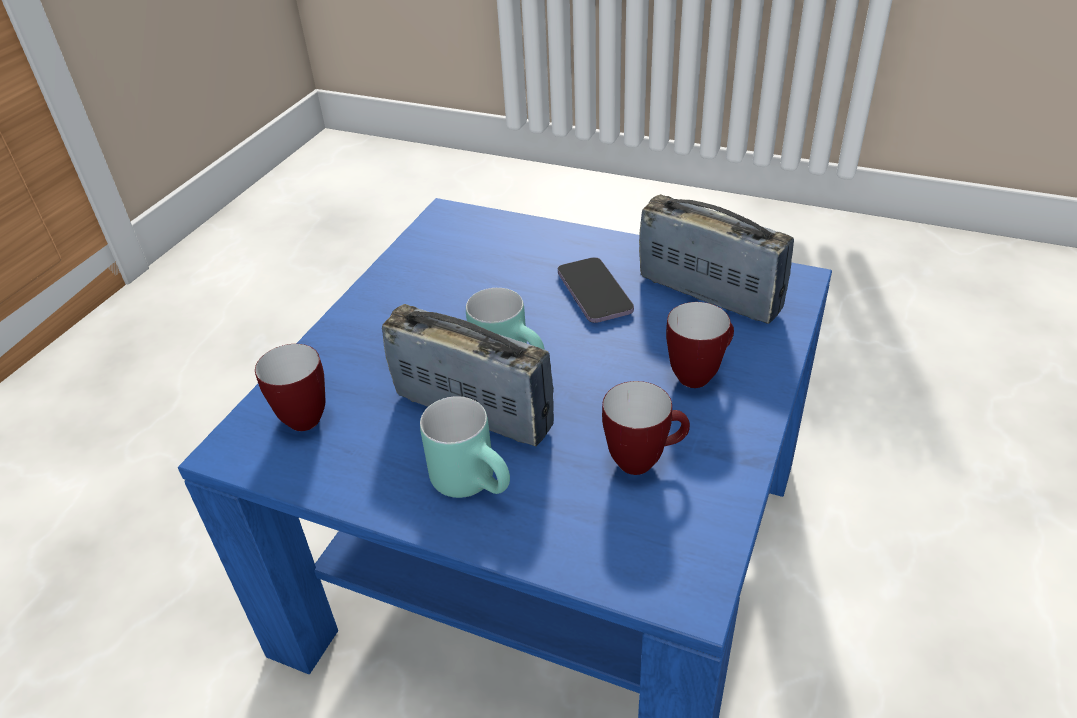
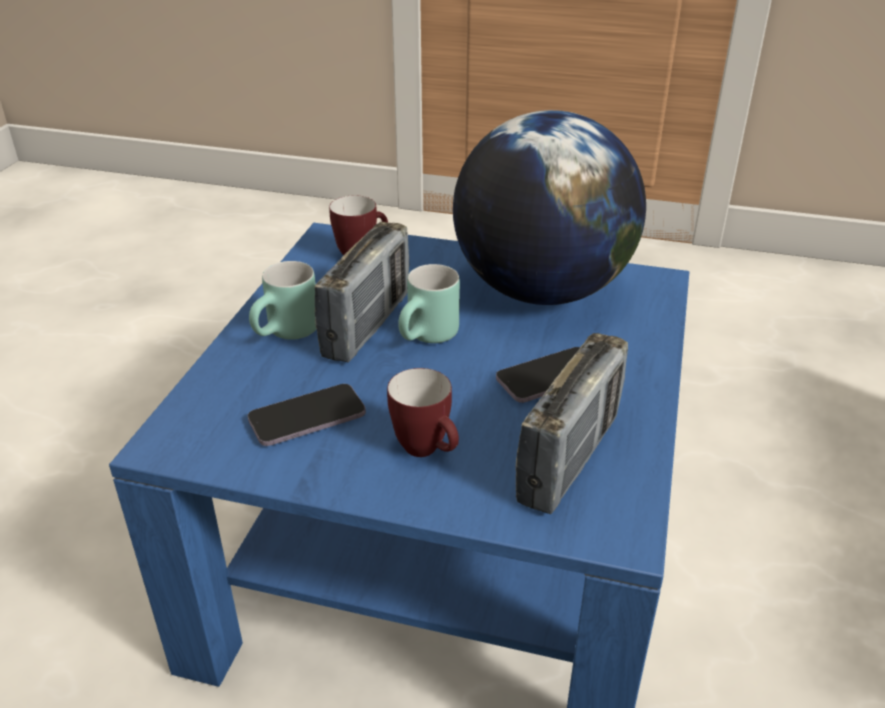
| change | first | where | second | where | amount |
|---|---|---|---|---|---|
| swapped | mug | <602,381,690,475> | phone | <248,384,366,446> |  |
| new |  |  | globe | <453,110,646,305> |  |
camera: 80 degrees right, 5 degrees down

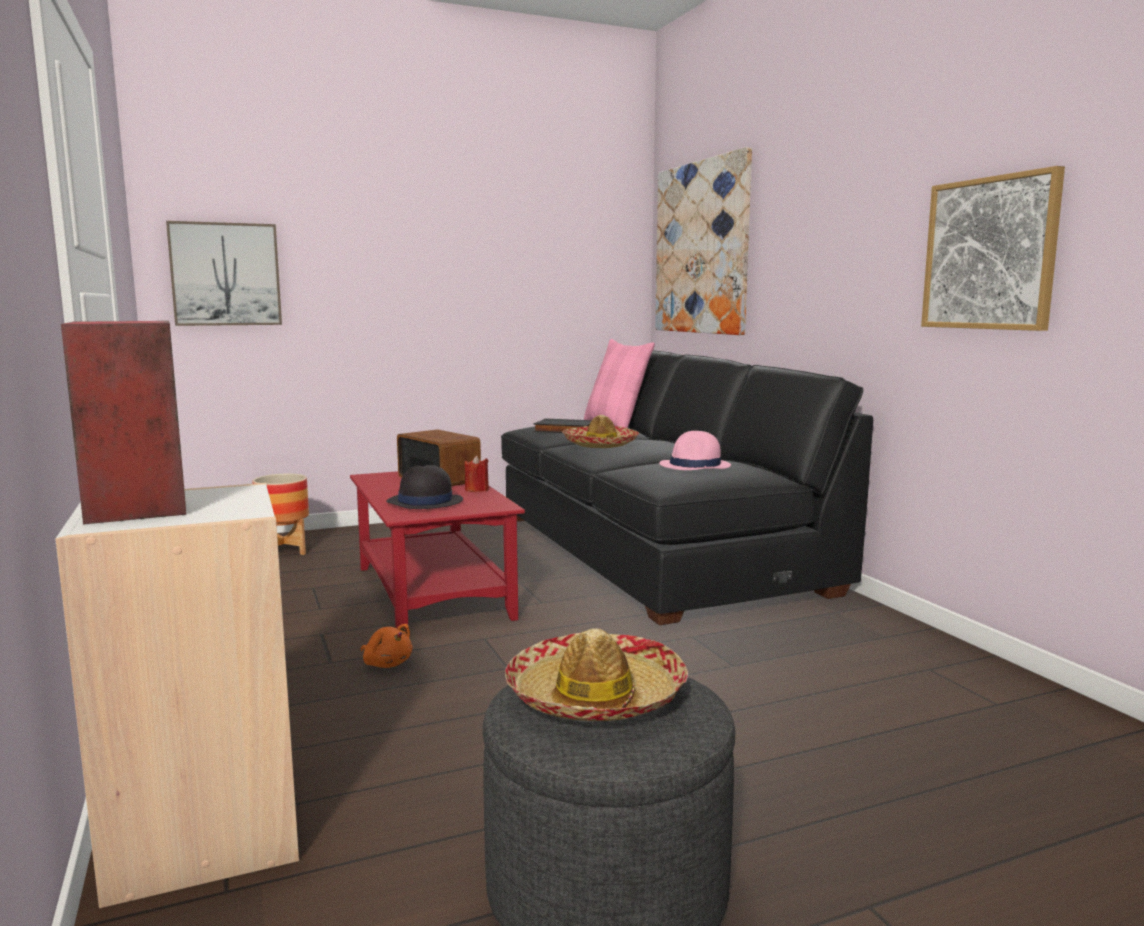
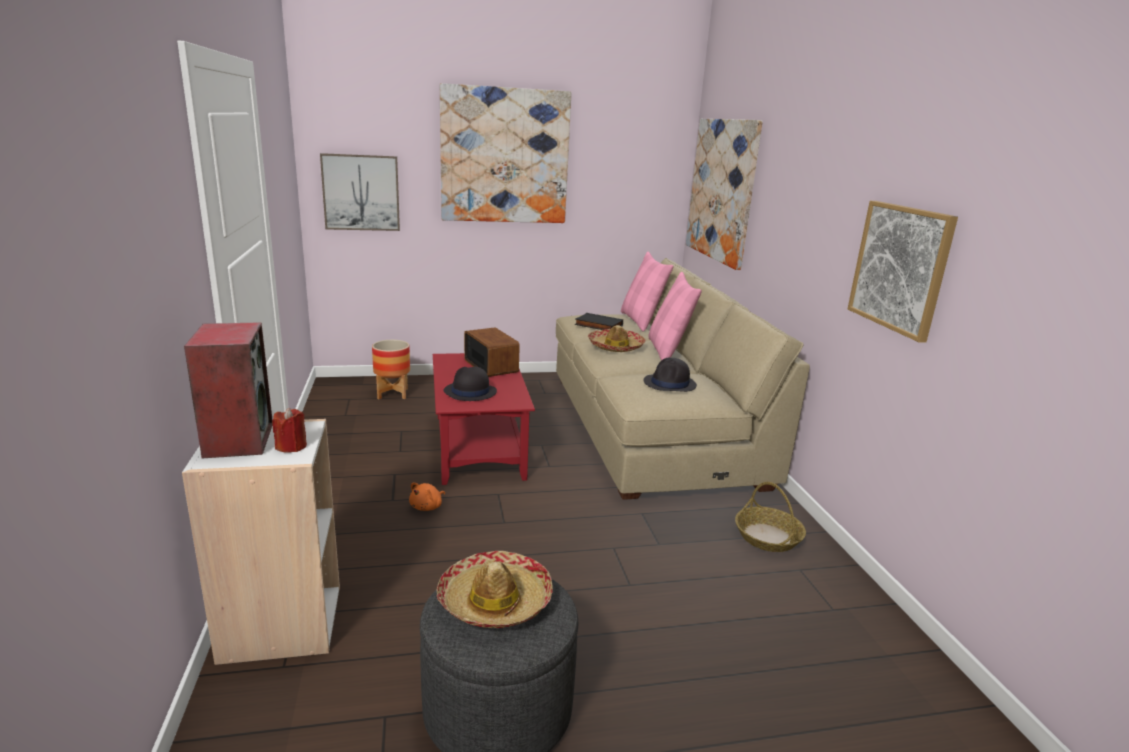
| change | first | where | second | where | amount |
|---|---|---|---|---|---|
| repainted | sofa/black | <501,351,873,625> | sofa/beige | <556,258,810,500> |  |
| repainted | hat/pink | <659,431,731,470> | hat/black | <643,357,697,392> |  |
| shifted | candle/red | <465,456,489,492> |  | <272,408,307,453> |  |
| rotated | plush toy/orange | <360,624,413,668> |  | <409,482,445,511> | 75 degrees clockwise |
| new |  |  | picture | <440,83,571,223> |  |
| new |  |  | pillow/pink | <648,272,702,360> |  |
| new |  |  | basket | <735,482,806,552> |  |
camera: 10 degrees right, 10 degrees up

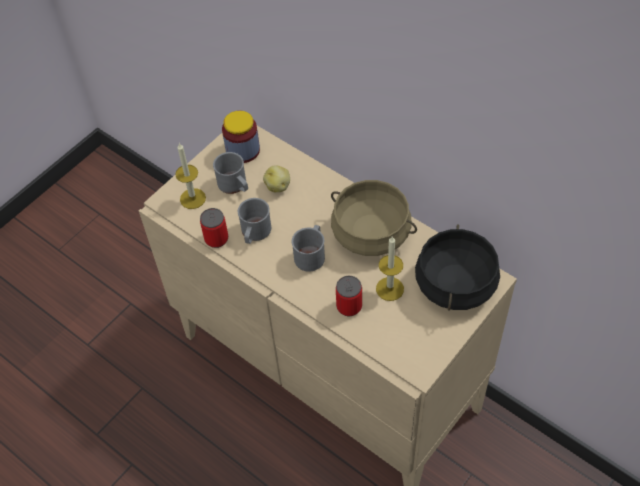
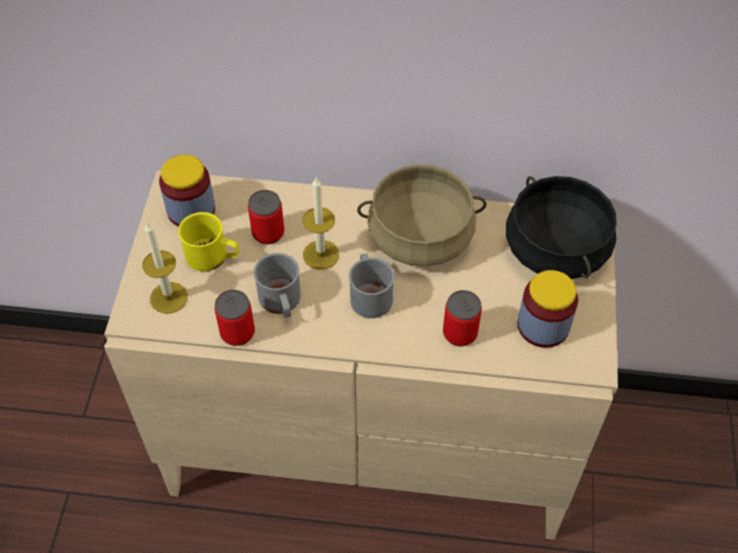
| change | first | where | second | where | amount |
|---|---|---|---|---|---|
| repainted | mug/grey | <213,152,248,194> | mug/yellow | <178,212,239,272> |  |
| swapped | potato | <263,166,290,192> | can | <248,190,284,244> |  |
| shifted | candle | <376,236,404,301> |  | <303,178,339,270> |  |
| new |  |  | jar | <518,270,578,348> |  |
camera: 35 degrees left, 0 degrees up

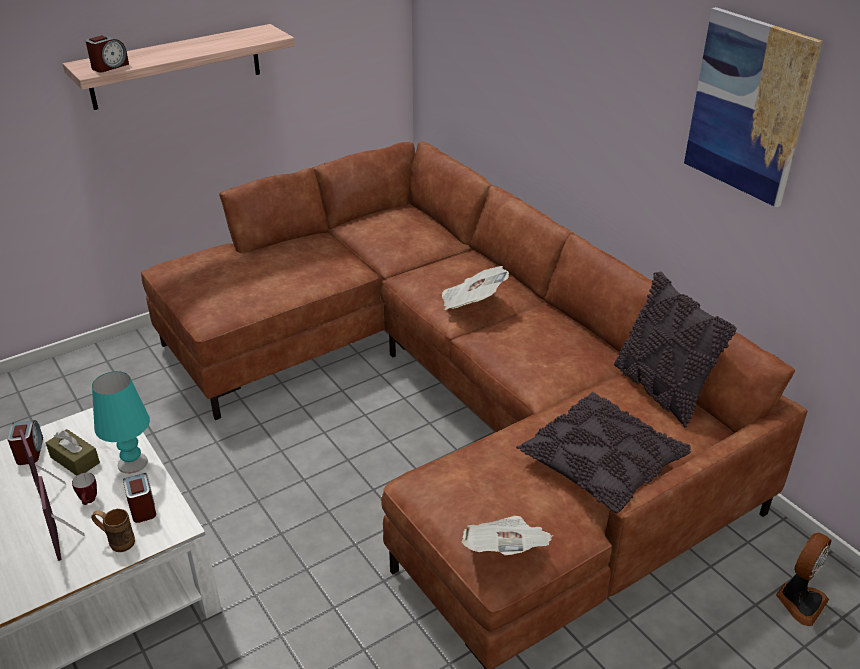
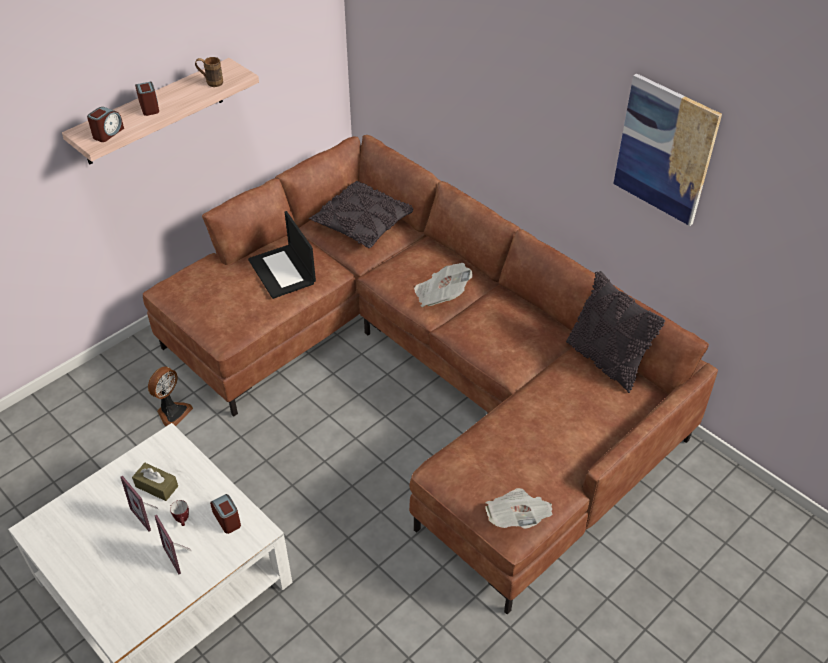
| change | first | where | second | where | amount |
|---|---|---|---|---|---|
| gone | table lamp/turquoise | <92,371,150,474> |  |  |  |
| shifted | pillow/black | <516,392,691,513> |  | <309,181,413,248> |  |
| shifted | alarm clock | <7,420,43,465> |  | <135,82,159,116> |  |
| shifted | mug/brown | <91,509,135,552> |  | <195,57,223,87> |  |
| shifted | fan | <776,533,831,626> |  | <148,366,193,426> |  |
| new |  |  | laptop | <248,211,316,299> |  |
camera: 10 degrees left, 10 degrees up

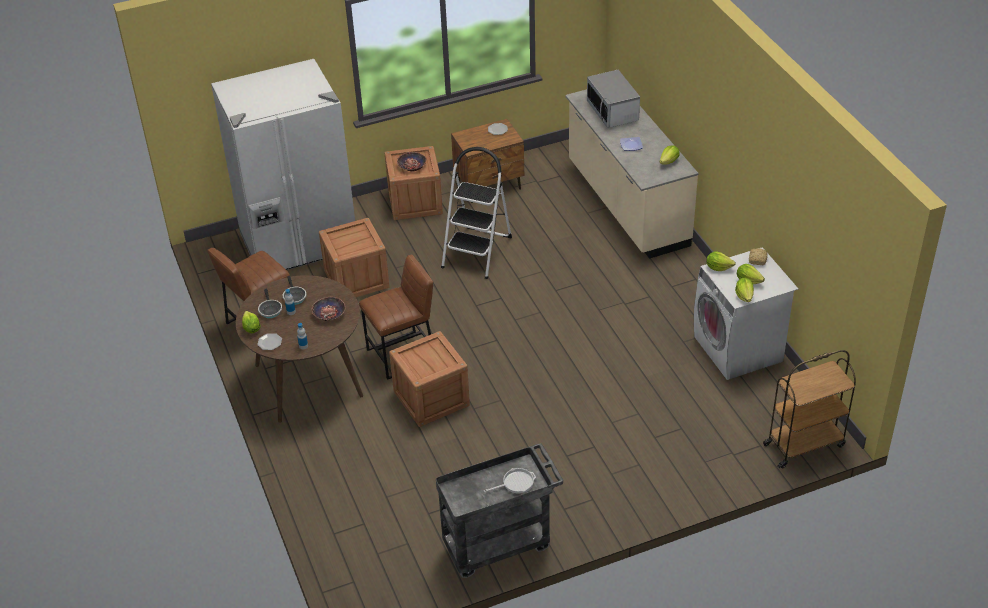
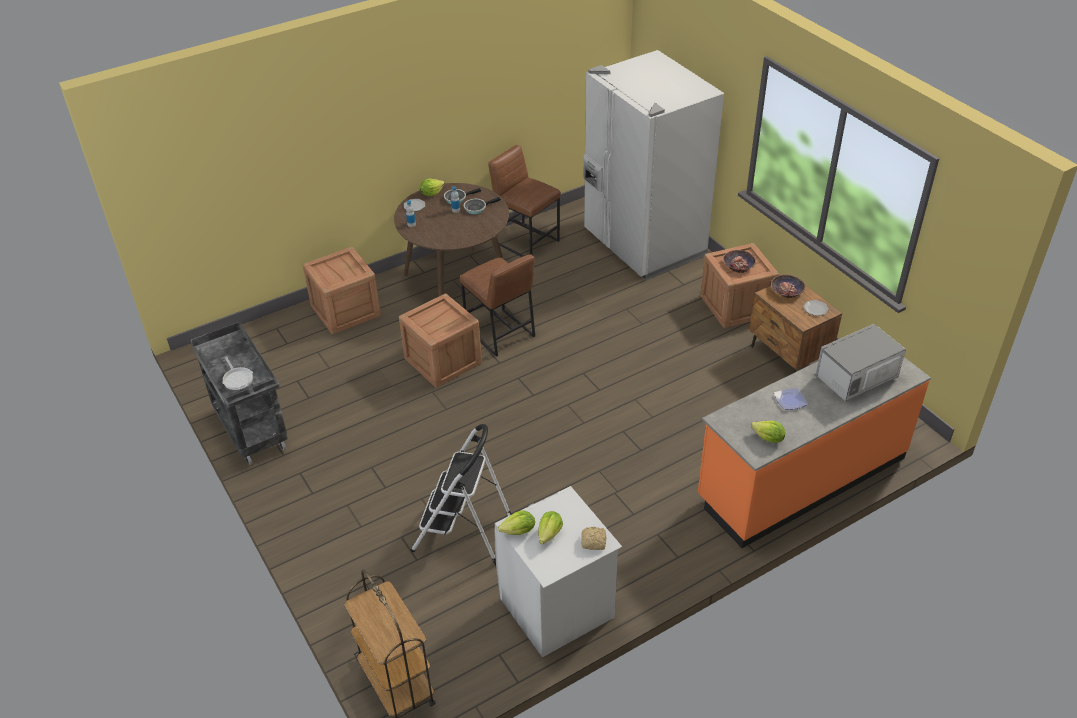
| change | first | where | second | where | amount |
|---|---|---|---|---|---|
| repainted | counter/beige | <565,89,699,259> | counter/orange | <698,357,931,548> |  |
| shifted | step ladder | <441,147,512,279> |  | <411,424,512,565> |  |
| shifted | crate | <319,218,390,297> |  | <303,247,381,335> |  |
| gone | lettuce | <706,251,736,271> |  |  |  |
| shifted | bowl | <311,297,346,321> |  | <771,274,806,298> |  |
camera: 80 degrees right, 0 degrees up

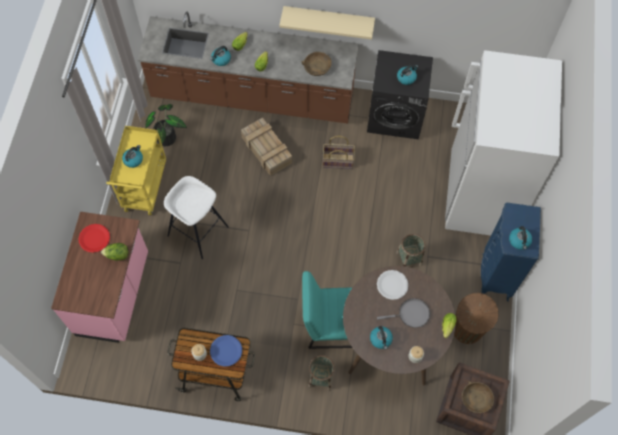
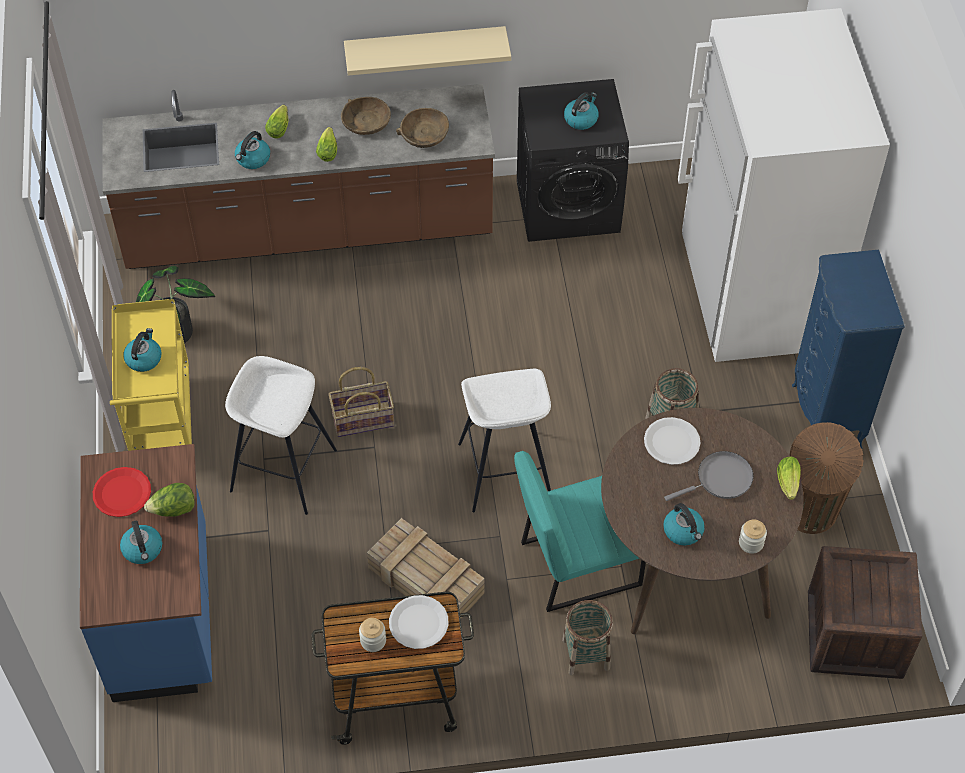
| change | first | where | second | where | amount |
|---|---|---|---|---|---|
| shifted | crate | <241,118,292,176> |  | <367,518,485,619> |  |
| shifted | basket | <322,136,355,169> |  | <329,367,394,437> |  |
| repainted | counter/pink | <51,212,148,343> | counter/blue | <80,444,212,702> |  |
| shifted | kettle | <509,226,532,250> |  | <120,520,162,564> |  |
| repainted | plate/blue | <210,335,242,366> | plate/white | <389,595,448,649> |  |
| shifted | bowl/brown | <462,381,494,413> |  | <341,97,391,135> |  |
| new |  |  | stool/white | <458,369,551,513> |  |
camera: 15 degrees left, 10 degrees down

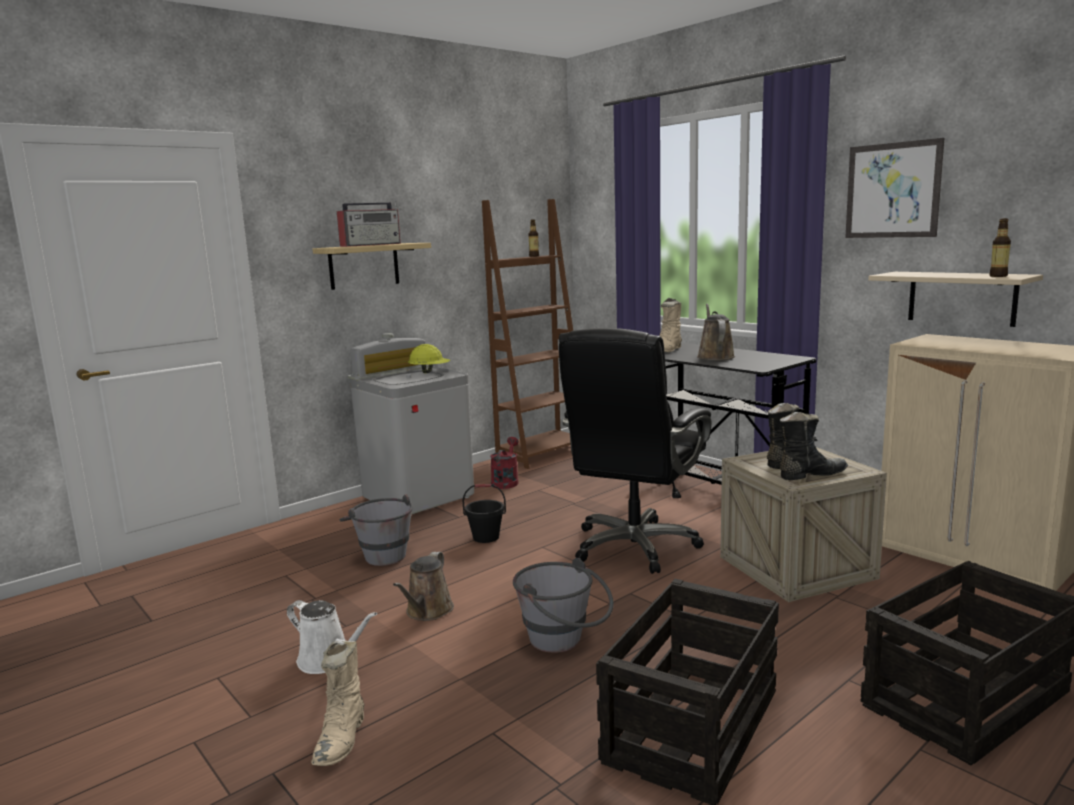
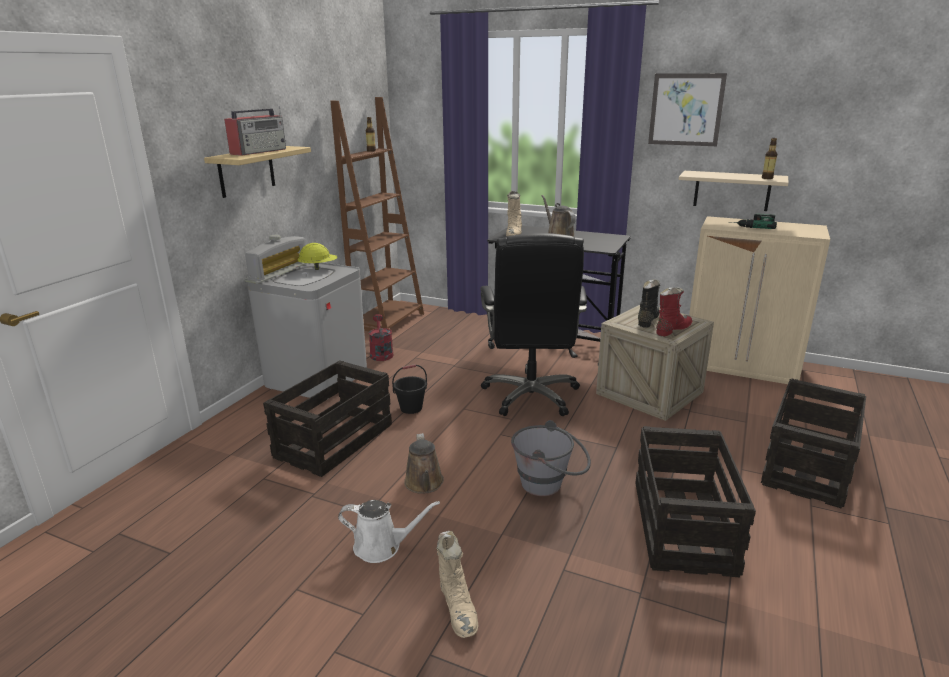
| change | first | where | second | where | amount |
|---|---|---|---|---|---|
| repainted | boot/black | <780,412,848,480> | boot/red | <656,287,692,336> |  |
| swapped | bucket/grey | <339,494,413,566> | crate | <263,360,392,477> |  |
| new |  |  | power drill | <729,213,777,229> |  |
camera: 25 degrees left, 10 degrees up

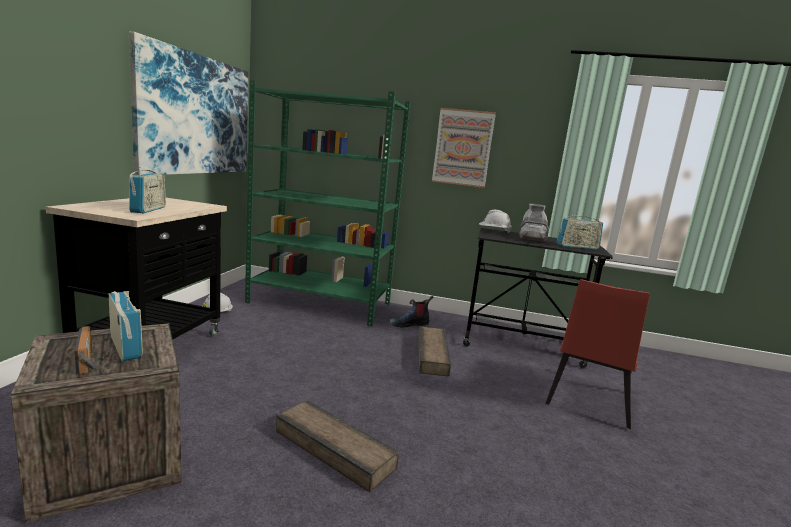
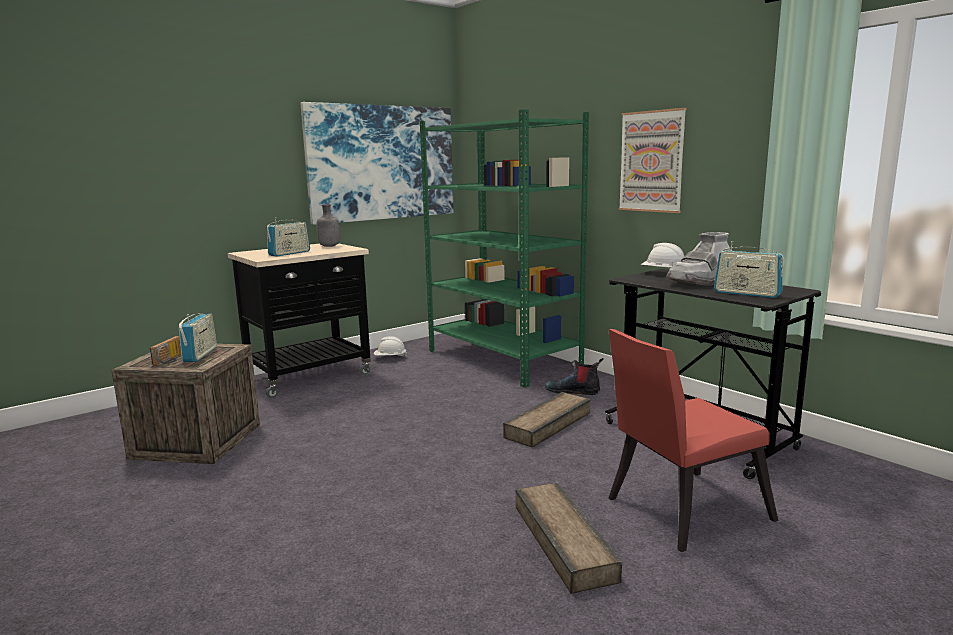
| change | first | where | second | where | amount |
|---|---|---|---|---|---|
| shifted | crate | <276,400,399,492> |  | <515,482,623,594> |  |
| new |  |  | bottle/grey | <317,204,340,247> |  |
camera: 40 degrees right, 0 degrees up

